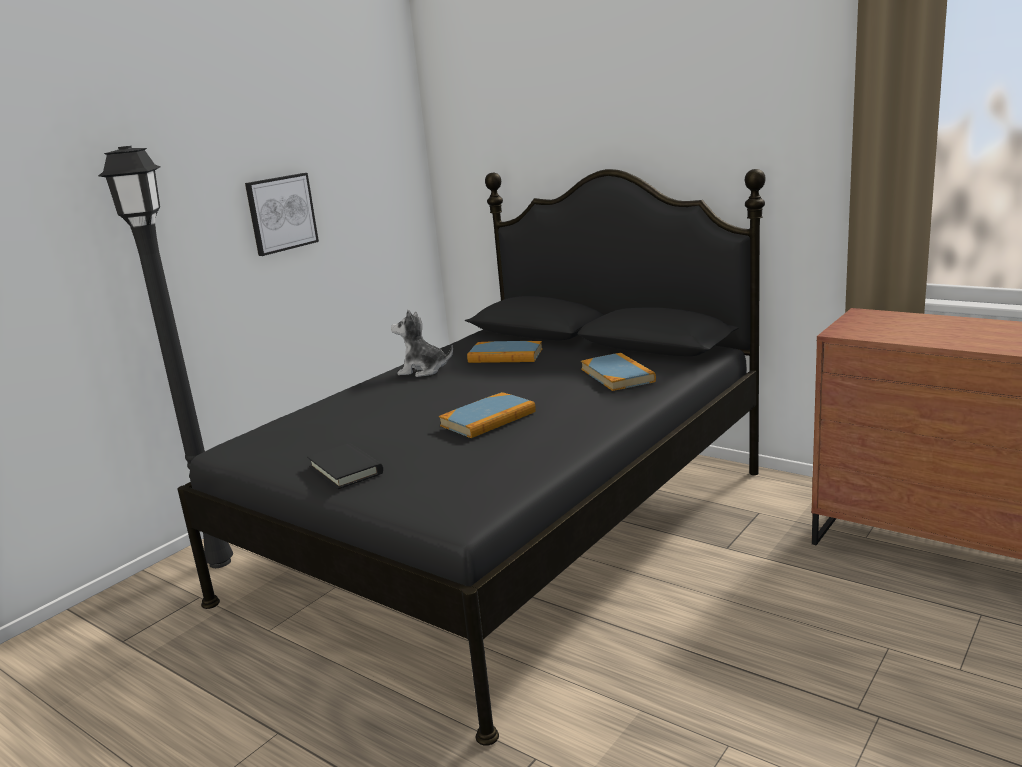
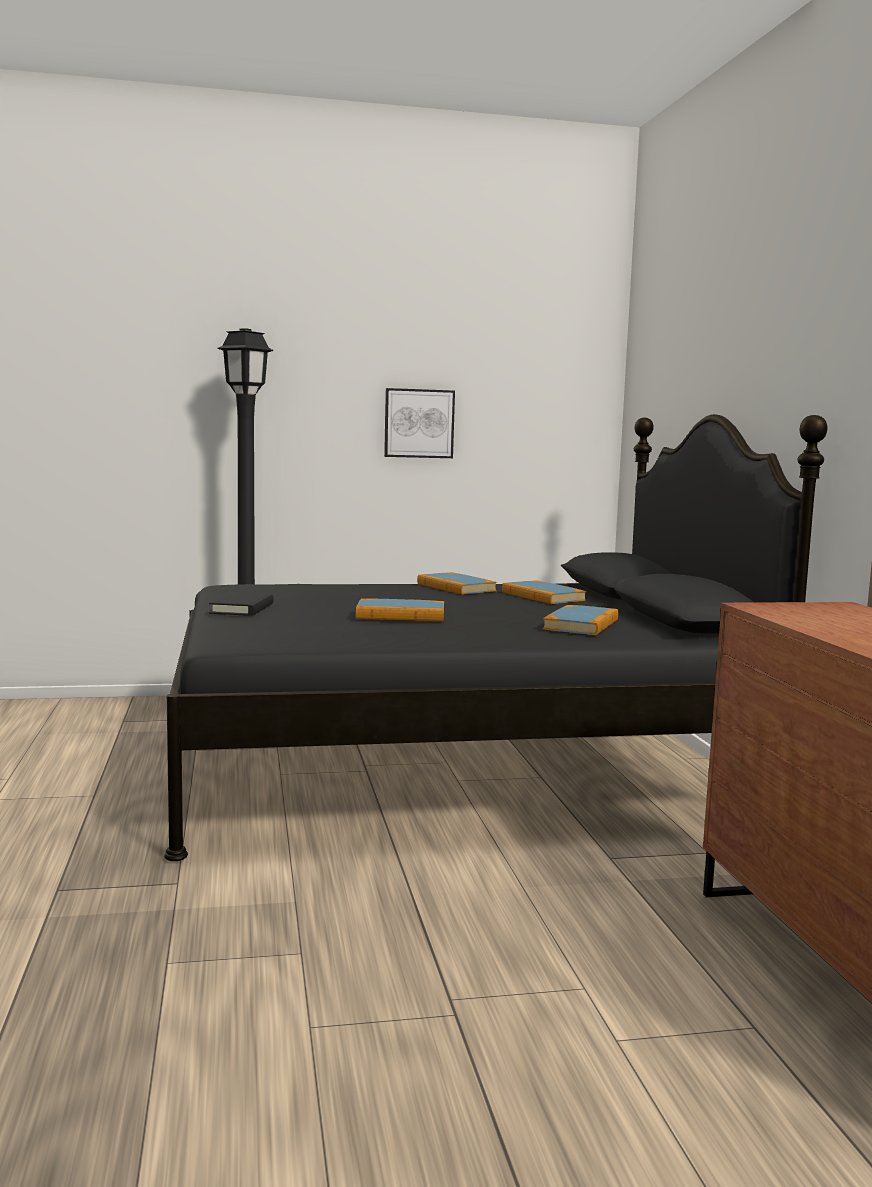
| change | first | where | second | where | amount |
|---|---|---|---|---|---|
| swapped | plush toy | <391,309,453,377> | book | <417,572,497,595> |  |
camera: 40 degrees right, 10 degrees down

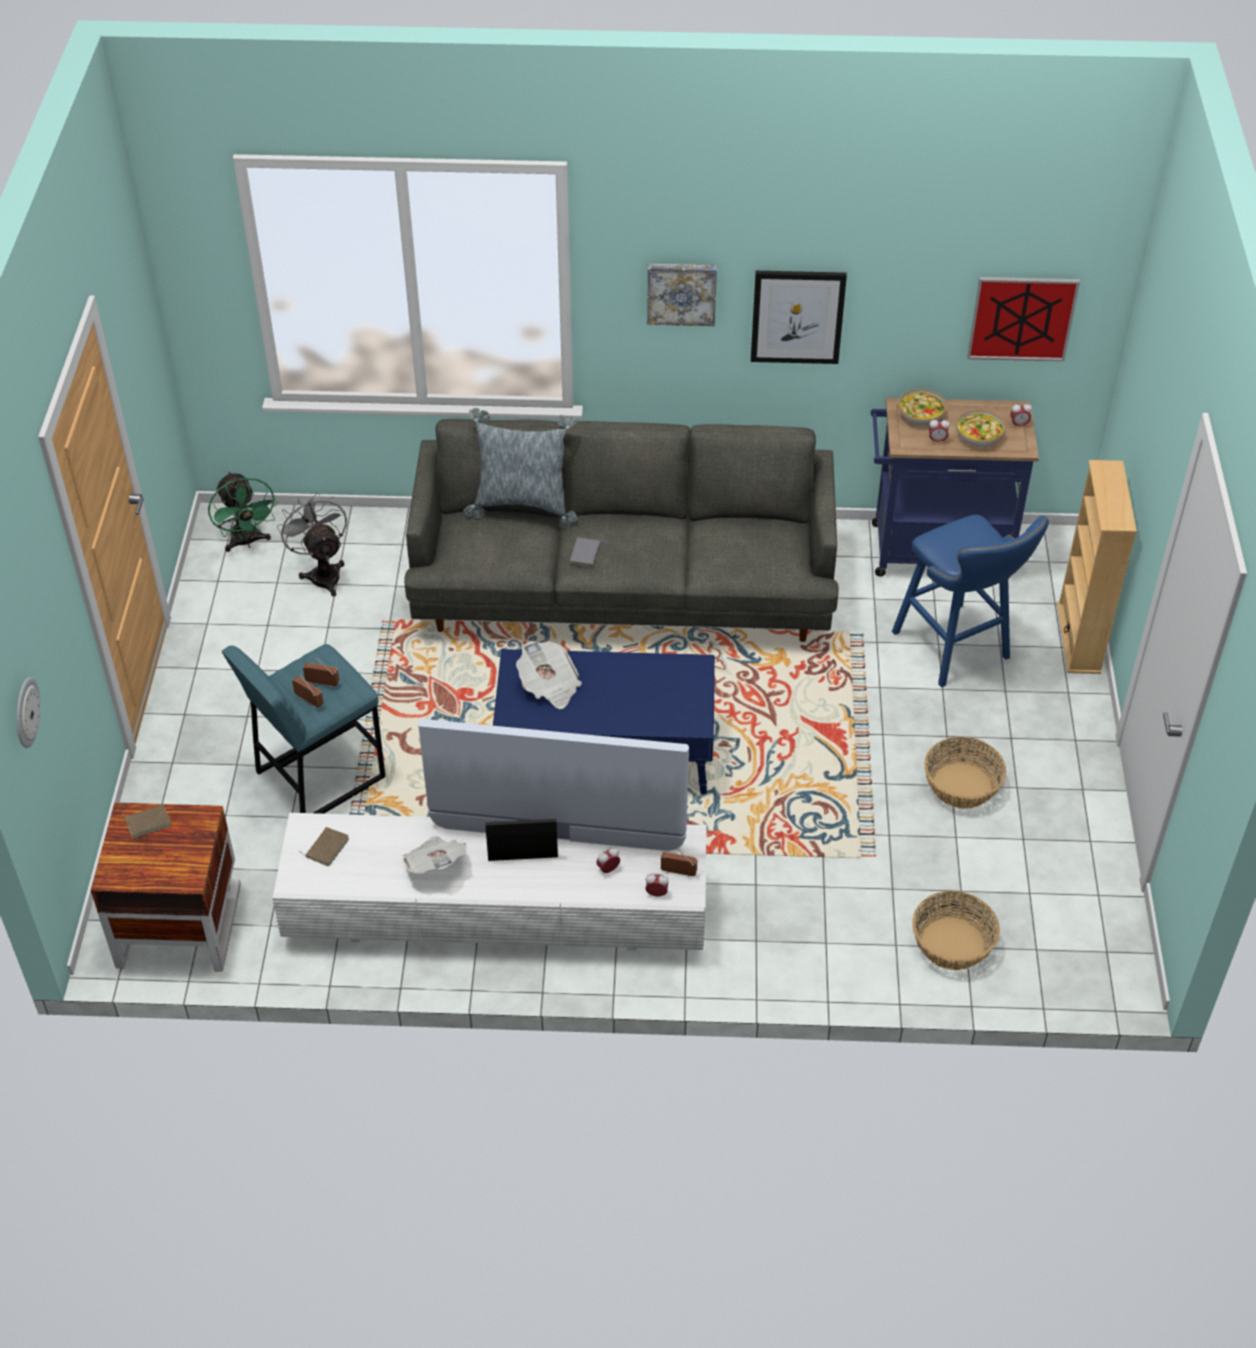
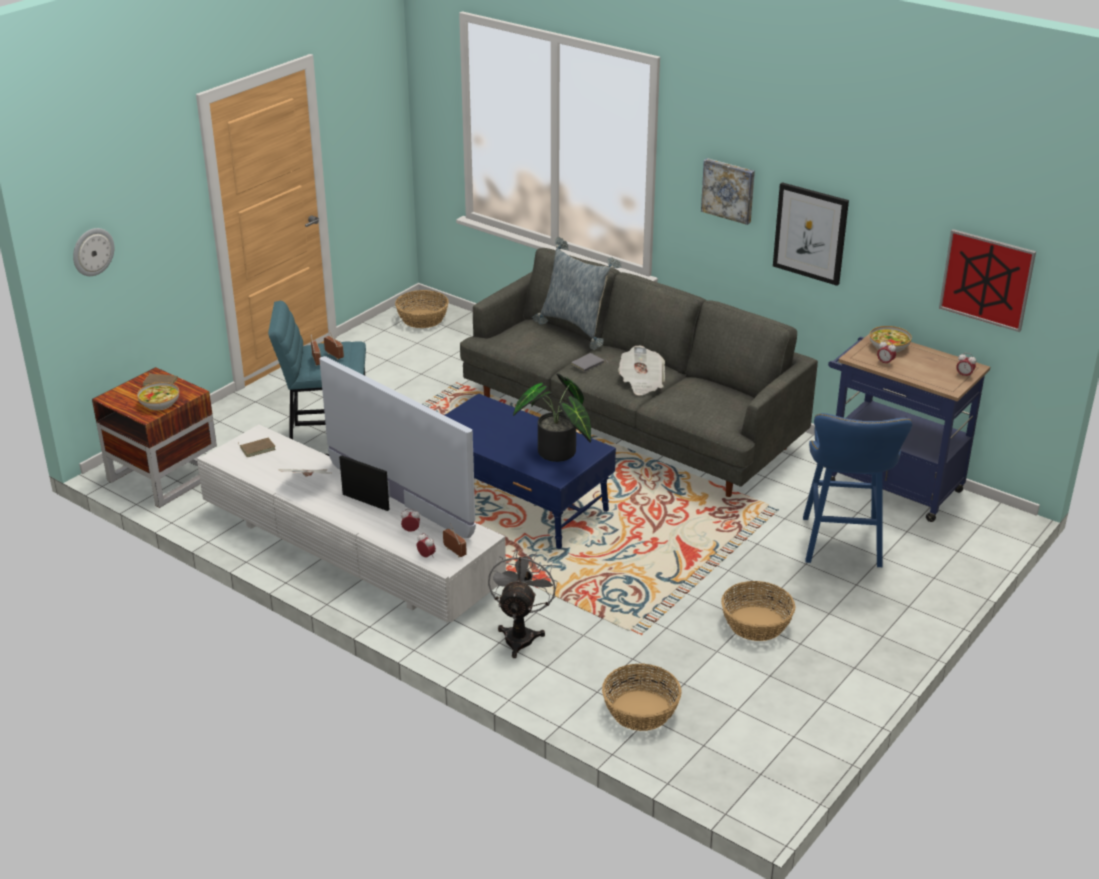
| change | first | where | second | where | amount |
|---|---|---|---|---|---|
| shifted | bowl | <956,410,1005,447> |  | <137,382,179,411> |  |
| gone | bookcase/beige | <1057,460,1137,674> |  |  |  |
| swapped | fan/green | <208,472,278,552> | basket | <395,290,449,328> |  |
| shifted | fan/grey | <277,492,347,597> |  | <488,549,558,658> |  |
| shifted | newspaper | <516,641,582,709> |  | <618,345,665,396> |  |
| new |  |  | potted plant | <513,374,591,462> |  |
camera: 35 degrees right, 15 degrees down

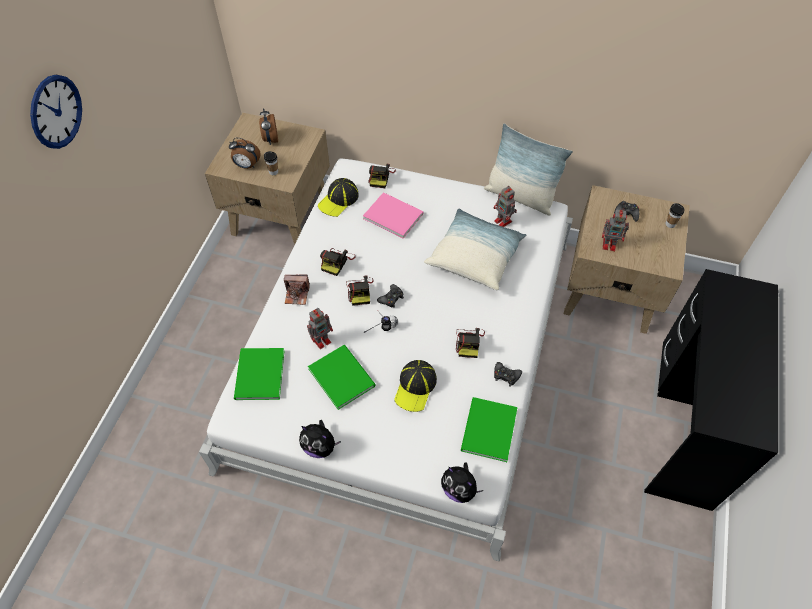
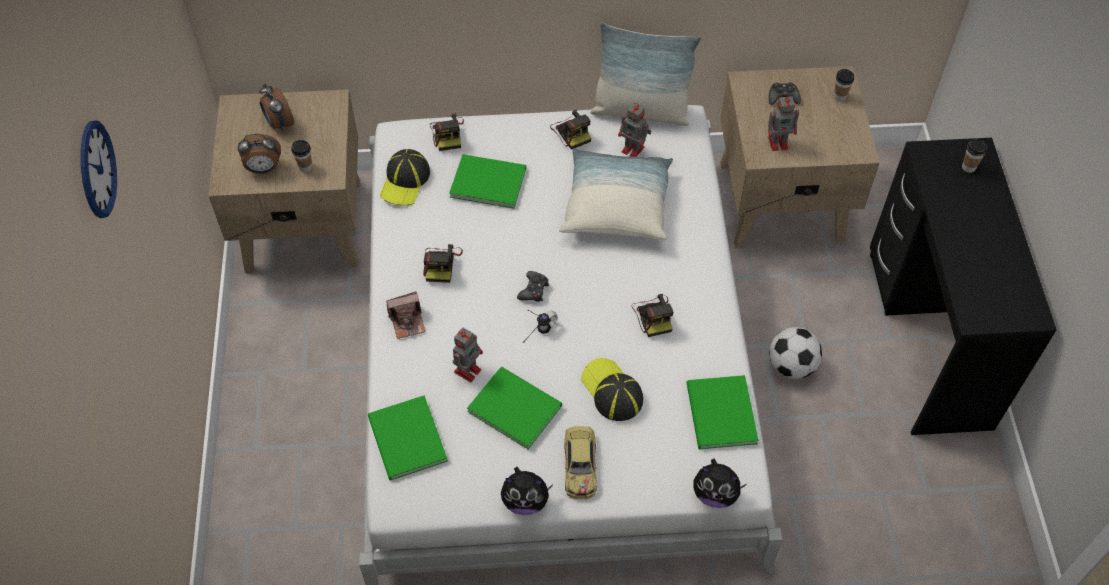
| change | first | where | second | where | amount |
|---|---|---|---|---|---|
| repainted | book/pink | <363,192,424,239> | book/green | <449,154,526,209> |  |
| shifted | photo camera | <346,275,373,306> |  | <550,110,591,150> |  |
| rotated | cap | <394,360,437,412> |  | <581,358,643,421> | 150 degrees clockwise |
| gone | game controller/black | <494,362,522,387> |  |  |  |
| new |  |  | cup | <962,138,988,173> |  |
| new |  |  | football | <769,327,822,379> |  |
| new |  |  | toy car | <564,426,597,499> |  |
camera: 20 degrees left, 0 degrees up

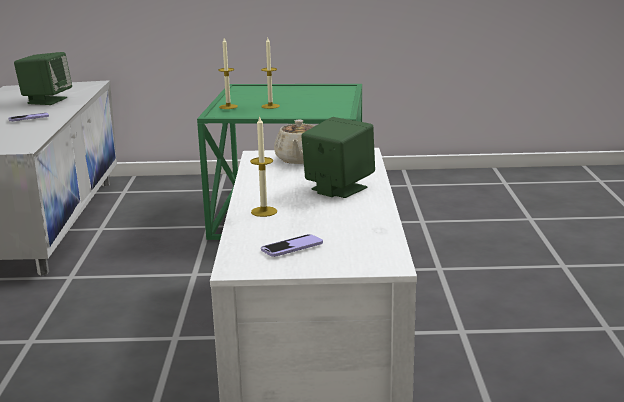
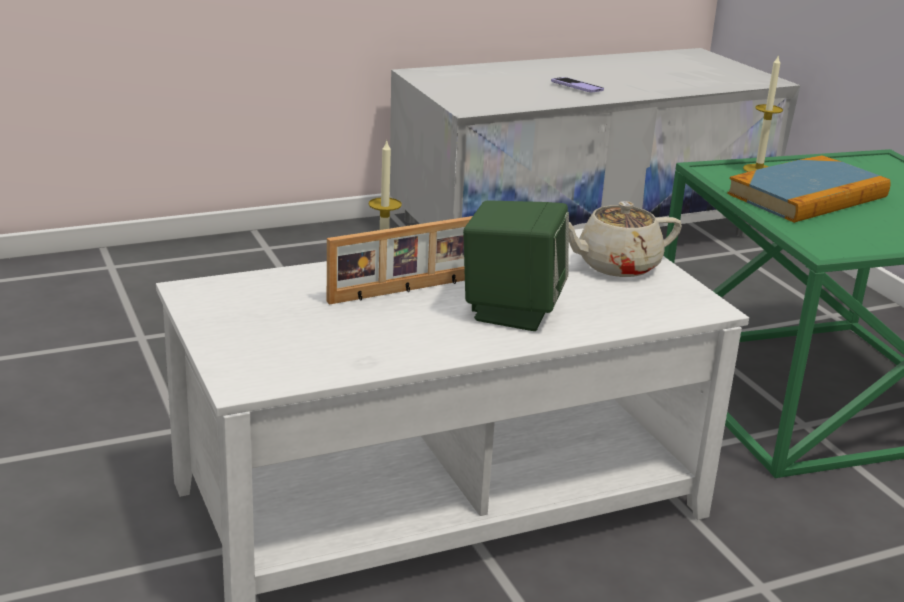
| change | first | where | second | where | amount |
|---|---|---|---|---|---|
| swapped | candle | <261,38,280,109> | book | <727,155,891,223> |  |
| gone | speaker/green | <14,52,72,105> |  |  |  |
| gone | phone | <261,234,323,257> |  |  |  |
| new |  |  | picture frame | <327,216,473,305> |  |
camera: 65 degrees right, 5 degrees up

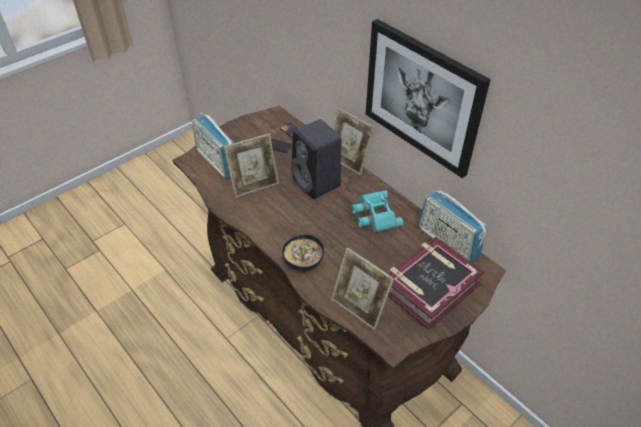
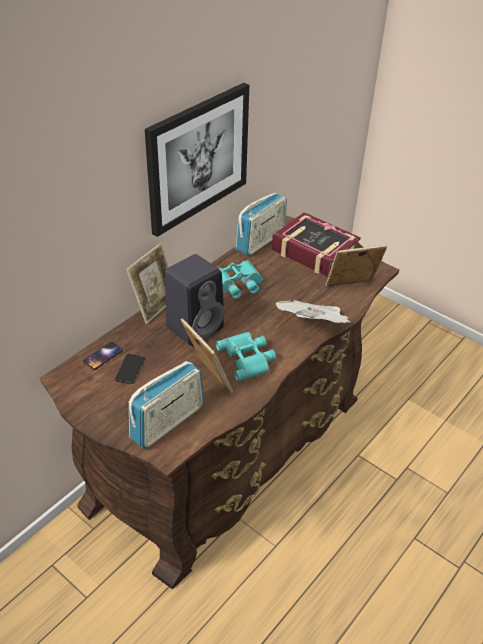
| change | first | where | second | where | amount |
|---|---|---|---|---|---|
| swapped | bowl | <282,234,324,271> | newspaper | <276,300,351,323> |  |
| rotated | picture frame | <331,248,394,330> |  | <325,245,387,287> | 135 degrees counterclockwise |
| new |  |  | binoculars/turquoise | <216,332,276,381> |  |
camera: 100 degrees left, 5 degrees down

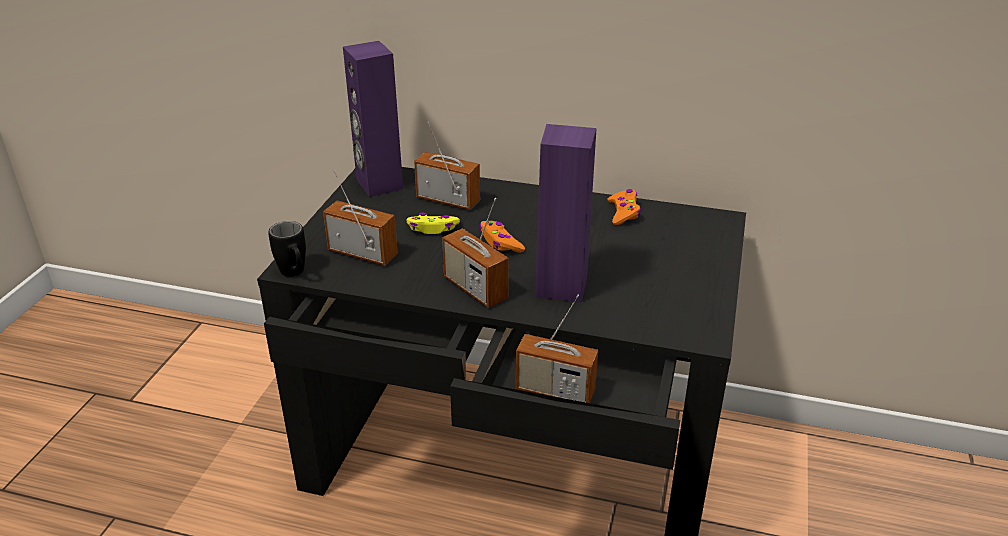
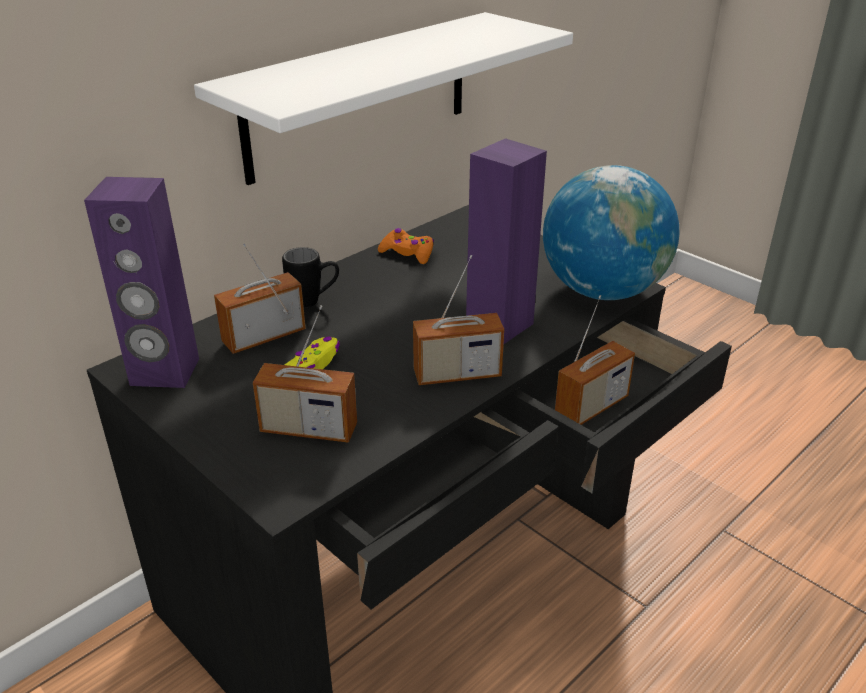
| change | first | where | second | where | amount |
|---|---|---|---|---|---|
| rotated | radio | <323,170,398,266> |  | <253,305,357,443> | 135 degrees counterclockwise |
| shifted | mug/black | <268,221,306,277> |  | <282,247,339,308> |  |
| gone | game controller/orange | <479,221,525,253> |  |  |  |
| new |  |  | shelf/white | <194,12,573,185> |  |
| new |  |  | globe | <543,165,680,300> |  |
camera: 60 degrees left, 0 degrees up

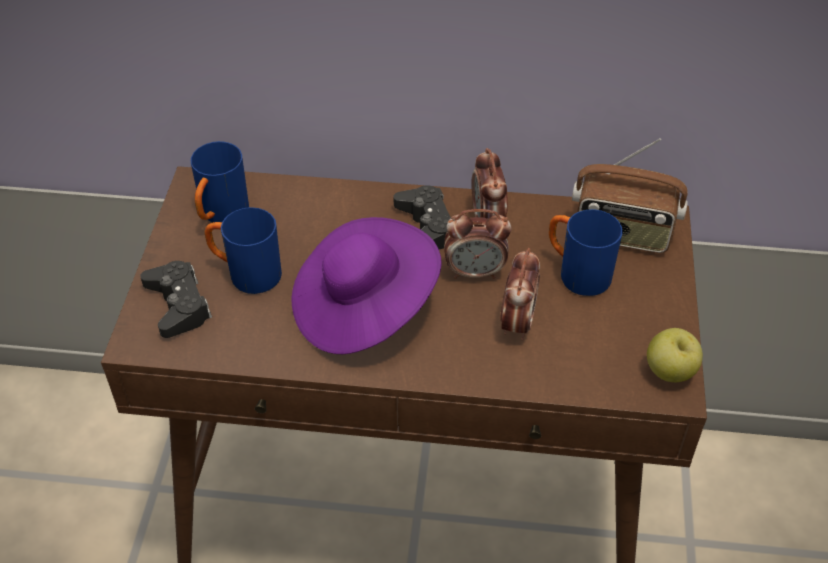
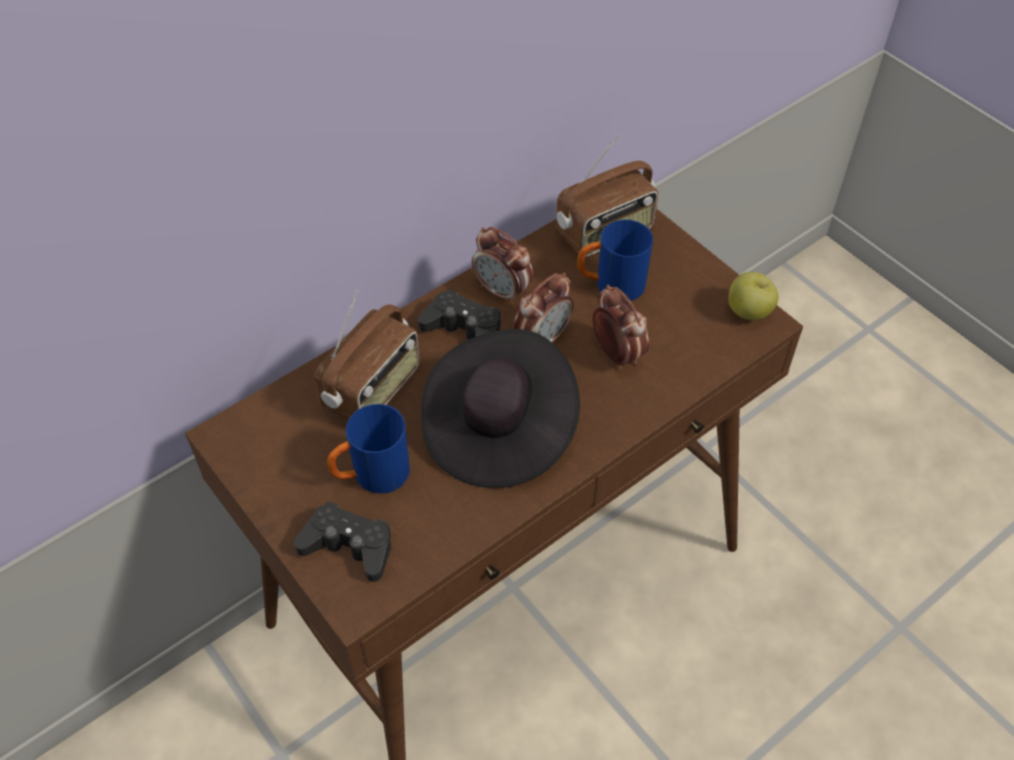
| change | first | where | second | where | amount |
|---|---|---|---|---|---|
| gone | mug/blue | <191,141,249,222> |  |  |  |
| repainted | hat/purple | <291,217,442,354> | hat/black | <421,329,580,488> |  |
| new |  |  | radio | <315,291,420,420> |  |
camera: 45 degrees left, 5 degrees up

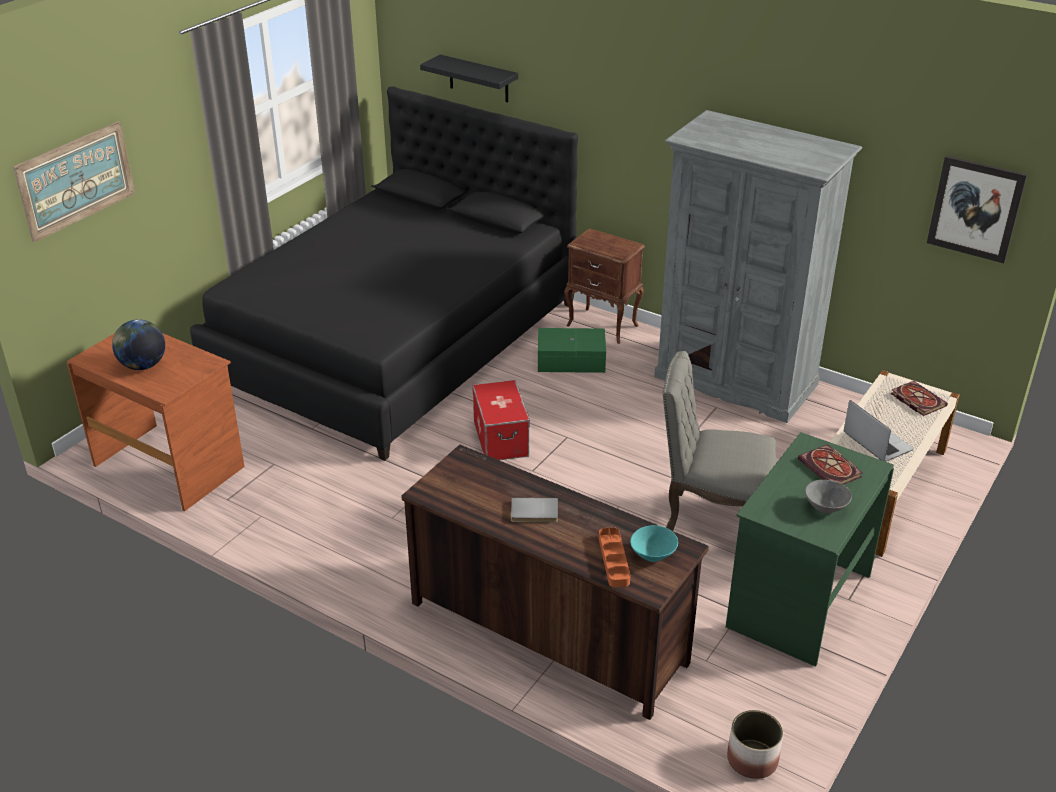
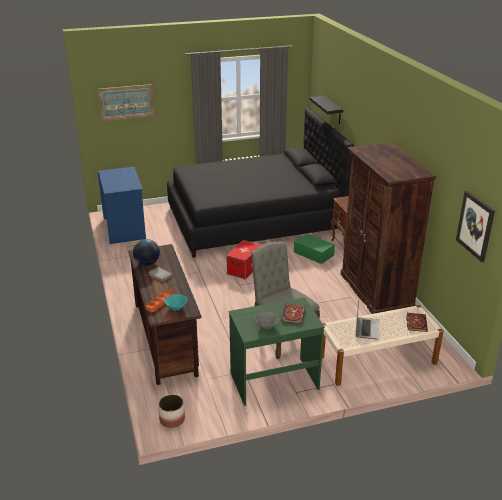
| change | first | where | second | where | amount |
|---|---|---|---|---|---|
| repainted | wardrobe/grey | <654,110,862,423> | wardrobe/brown | <341,142,437,314> |  |
| shifted | globe | <112,319,165,370> |  | <133,239,160,266> |  |
| repainted | desk/brown | <67,333,245,511> | desk/blue | <98,167,146,244> |  |
camera: 40 degrees right, 5 degrees down

